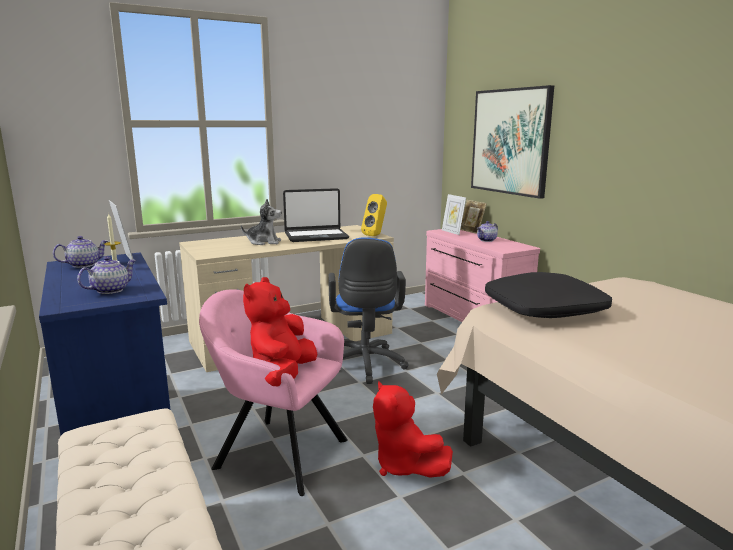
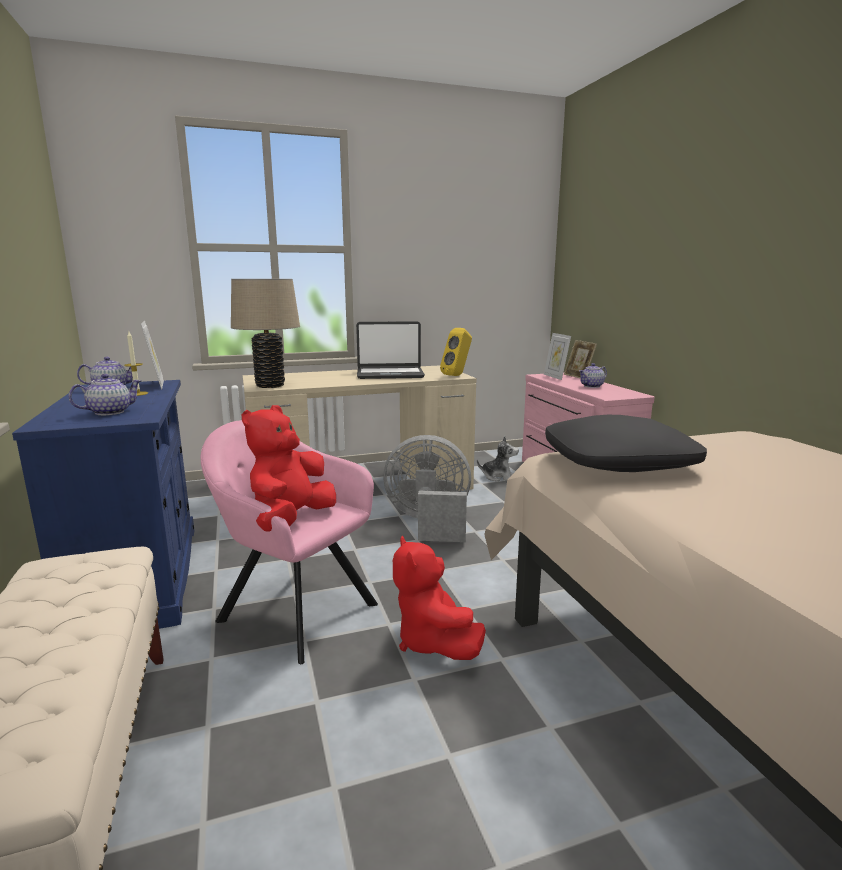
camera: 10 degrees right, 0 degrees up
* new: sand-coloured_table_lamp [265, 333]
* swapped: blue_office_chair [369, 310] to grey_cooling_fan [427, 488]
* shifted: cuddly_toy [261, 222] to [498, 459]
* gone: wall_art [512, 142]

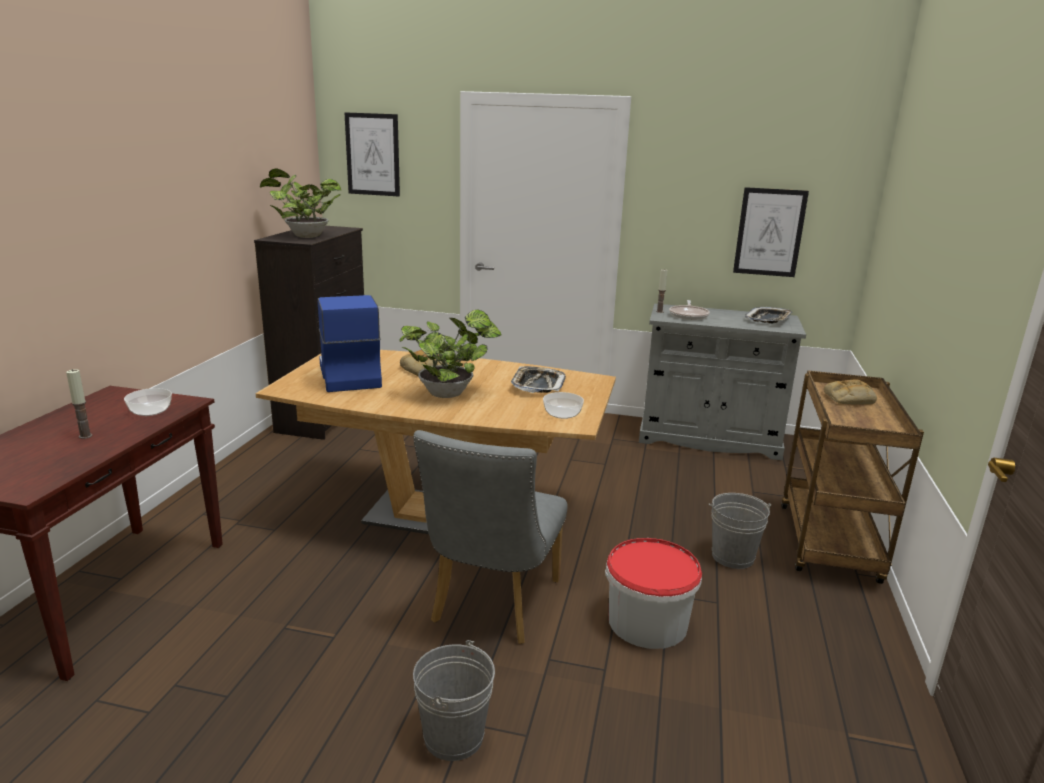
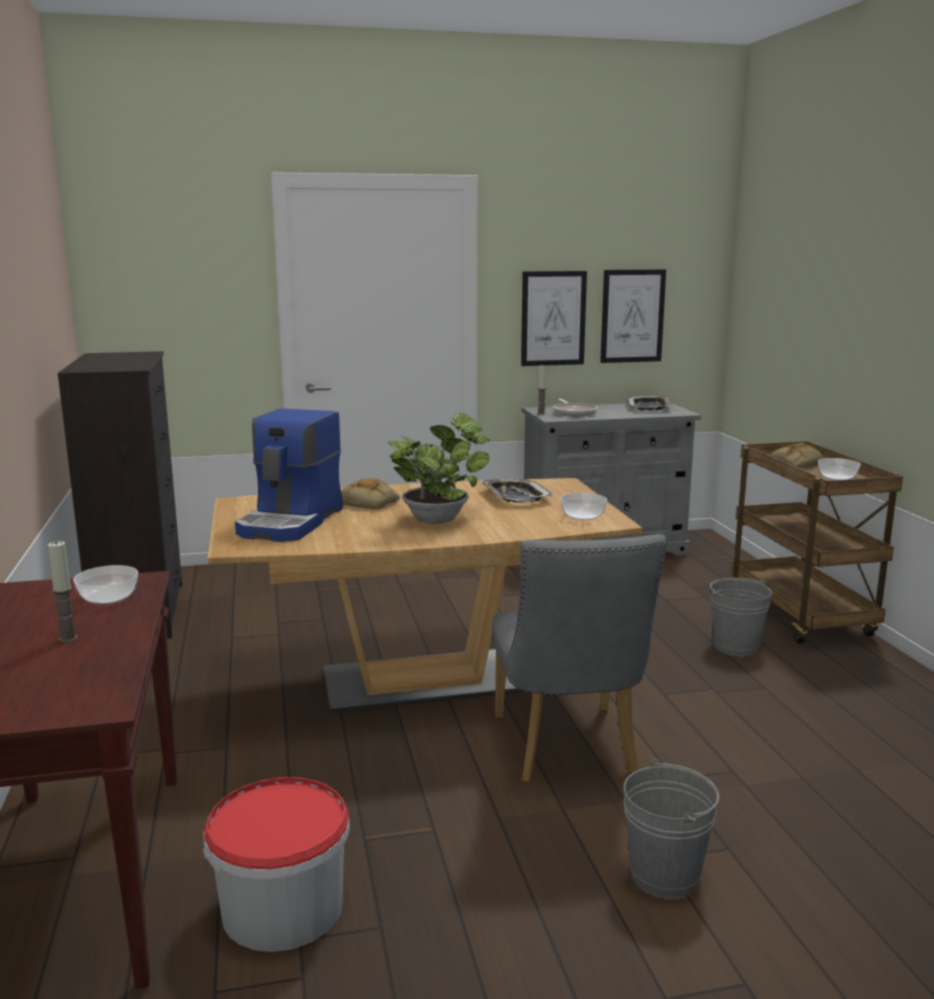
camera: 25 degrees left, 5 degrees down
* shifted: water_bucket [653, 593] to [277, 864]
* rotated: coffee_maker [350, 343] = [289, 475] 120 degrees counterclockwise
* shifted: wall_art [372, 154] to [554, 318]
* new: serving_bowl [839, 469]
* gone: potted_plant [300, 203]

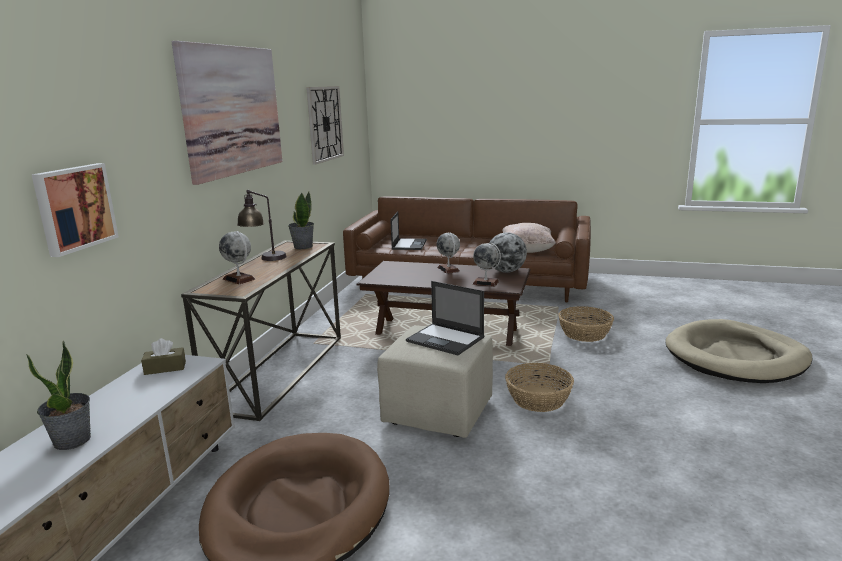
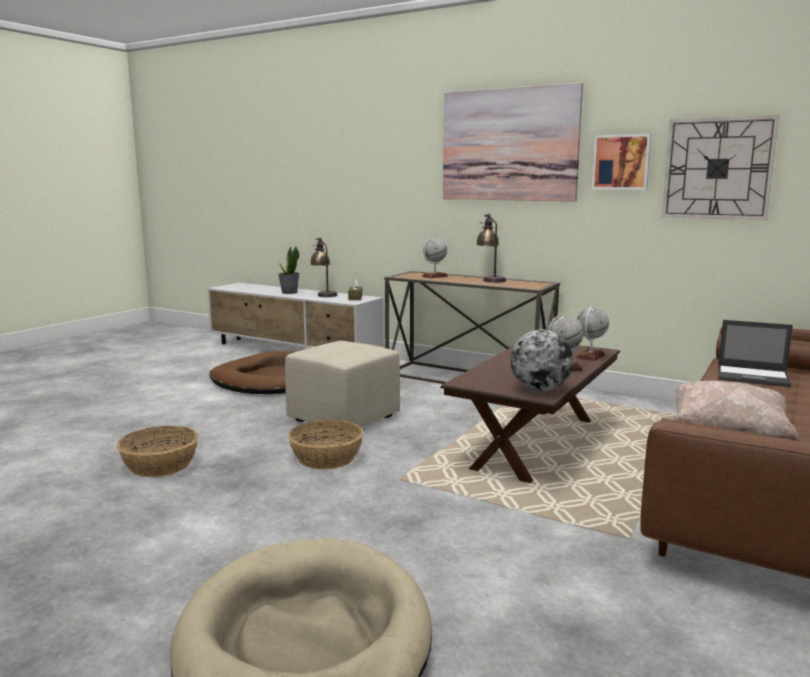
camera: 105 degrees right, 5 degrees down
* shifted: basket [586, 324] to [158, 451]
* new: table_lamp [324, 267]
* shifted: desk_globe [487, 264] to [592, 334]
* shifted: wall_art [75, 210] to [622, 162]
* gone: potted_plant [301, 220]
* gone: laptop [445, 318]

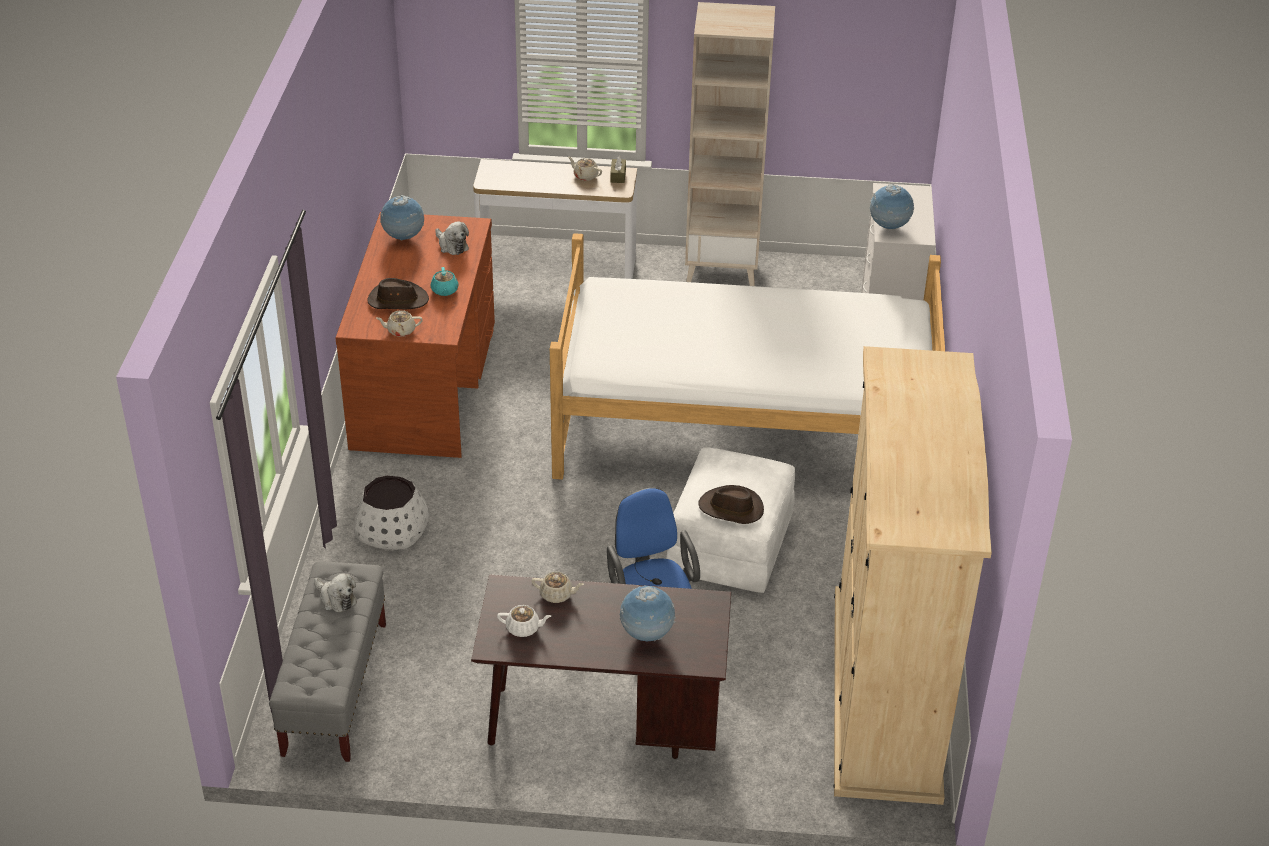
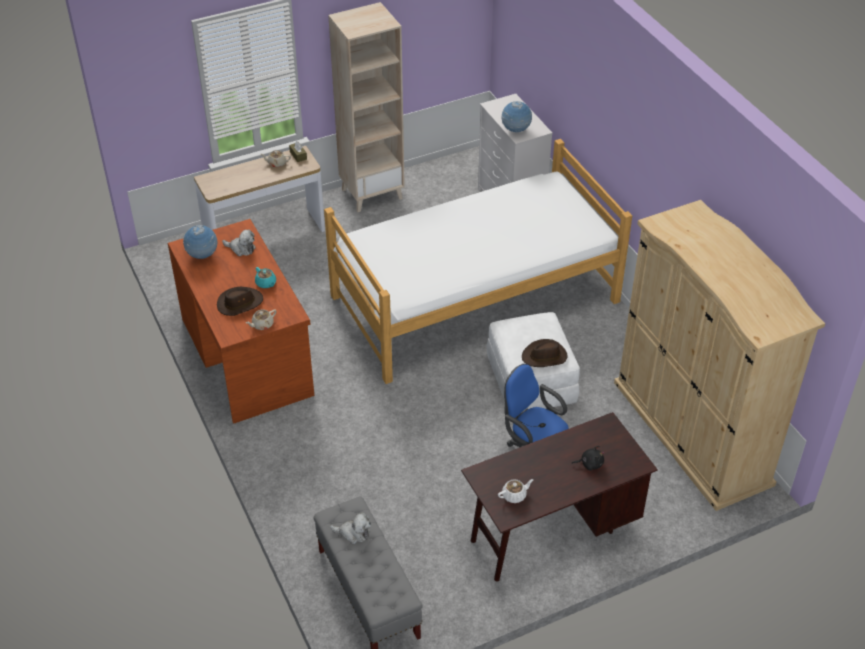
camera: 30 degrees left, 5 degrees up
* swapped: desk_globe [647, 613] to black-coloured_cuddly_toy [588, 458]
* gone: white-coloured_flower_pot [391, 513]
* gone: sand-coloured_tea_pot [557, 587]

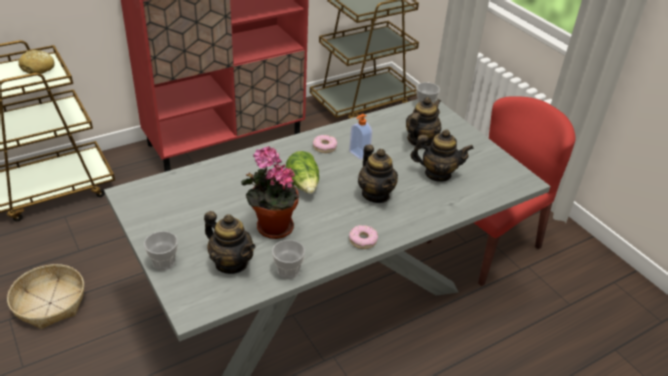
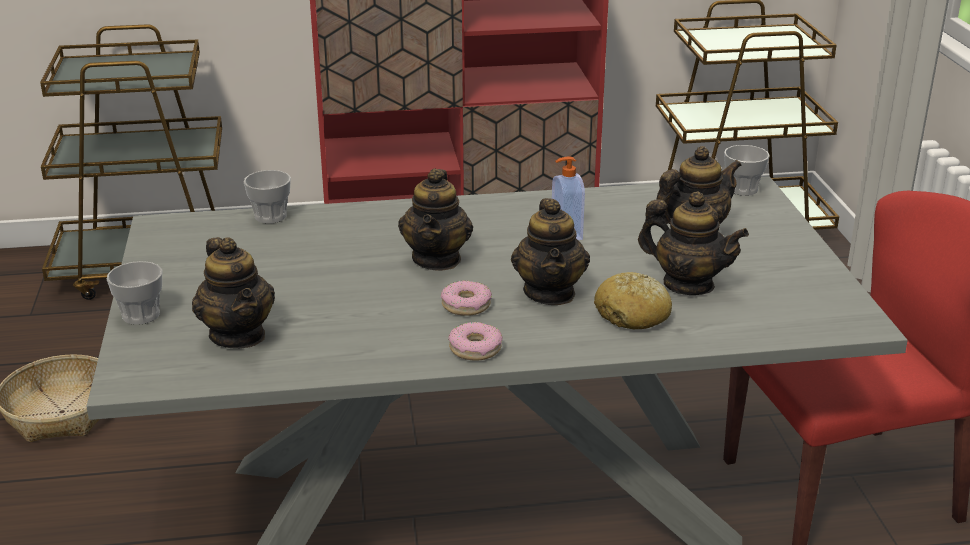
camera: 25 degrees right, 10 degrees down
* shifted: cup [288, 259] to [267, 196]
* swapped: lettuce_head [302, 172] to tea_pot [435, 219]
* shifted: donut [325, 144] to [466, 298]
* shifted: bread [36, 62] to [633, 300]
* gone: potted_plant [270, 192]

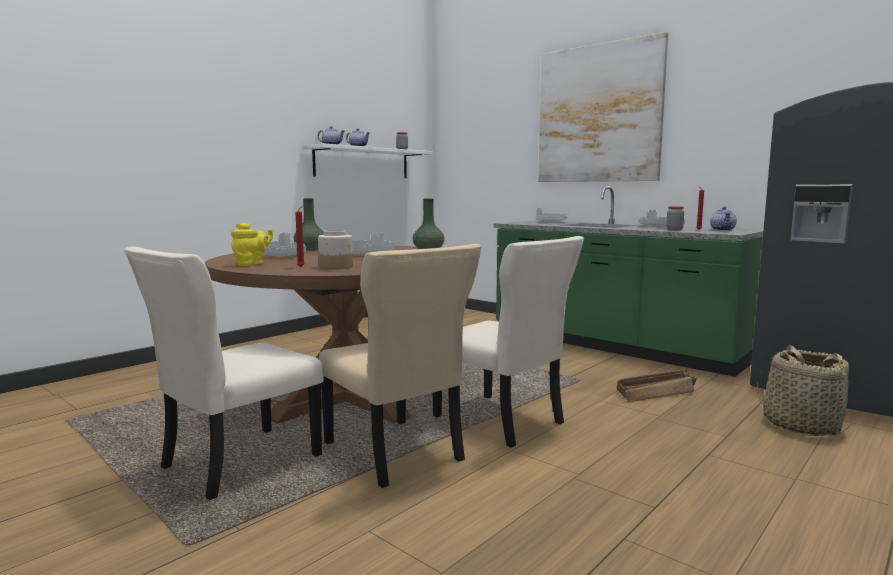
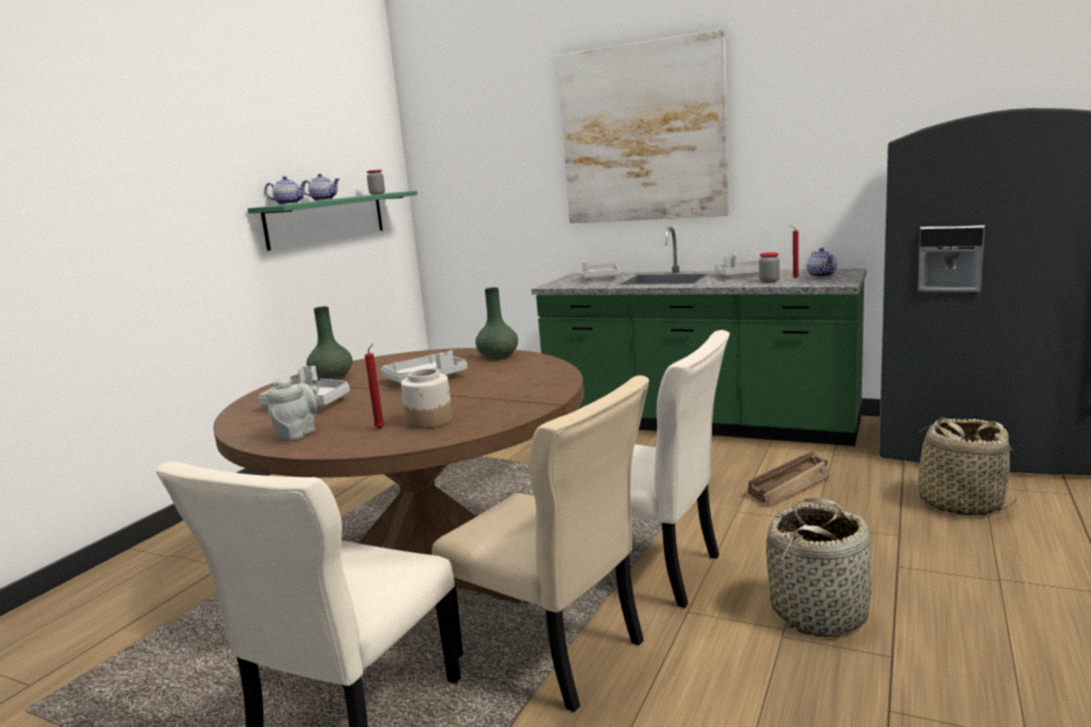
camera: 15 degrees left, 5 degrees up
* repainted: white-coloured_shelf [368, 160] to green_shelf [333, 221]
* repainted: yellow_tea_pot [252, 244] to grey_tea_pot [292, 408]
* new: basket [819, 567]

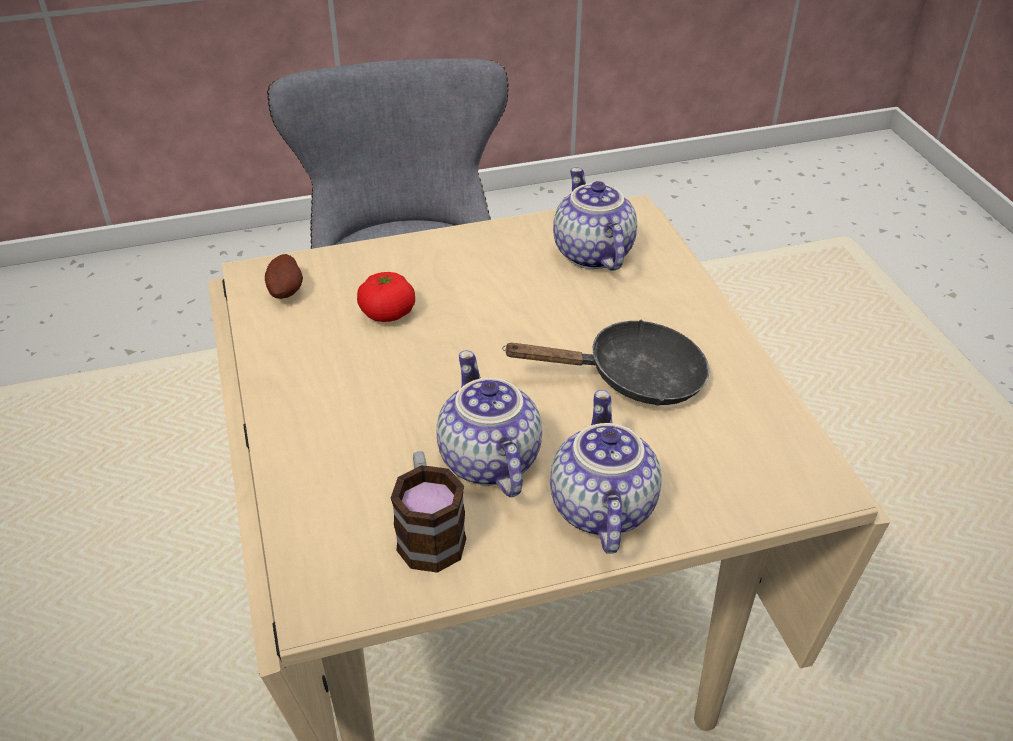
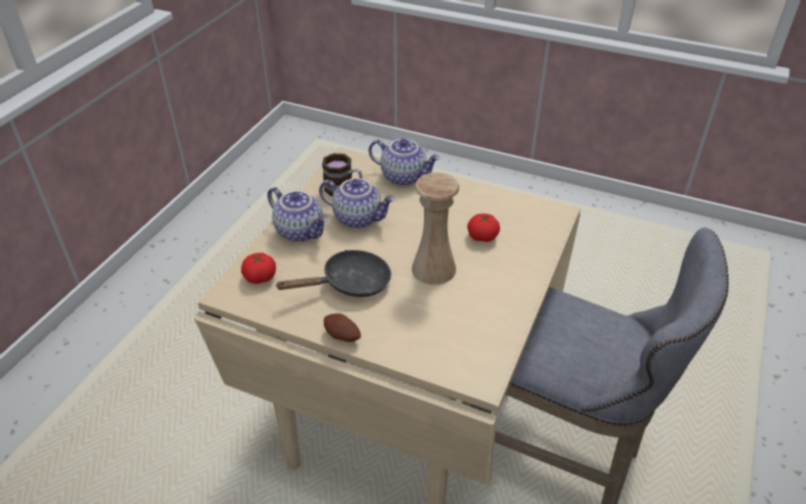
camera: 130 degrees right, 0 degrees up
* new: fresh_tomato [258, 268]
* rotated: black-coloured_skillet [605, 362] = [333, 273] 150 degrees counterclockwise
* shifted: potato [284, 276] to [342, 327]
* shifted: tea_pot [595, 219] to [404, 162]
* new: sand-coloured_decorative_vase [435, 229]

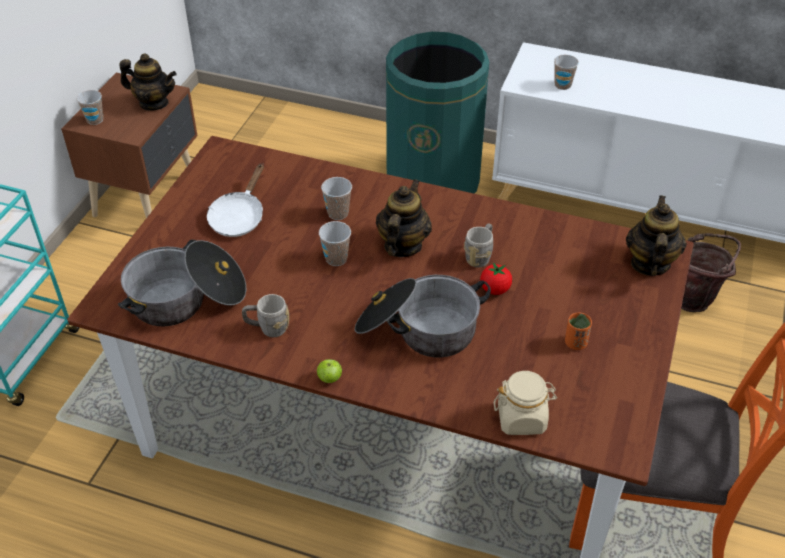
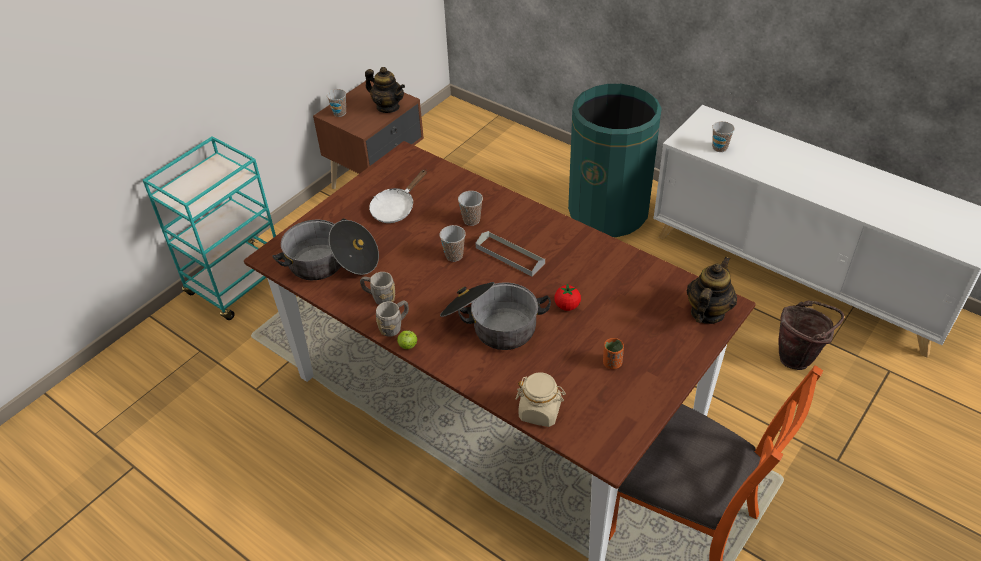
camera: 20 degrees right, 0 degrees up
* shifted: grey_mug [478, 245] to [392, 319]
* swapped: tea_pot [404, 218] to grey_tray [510, 254]

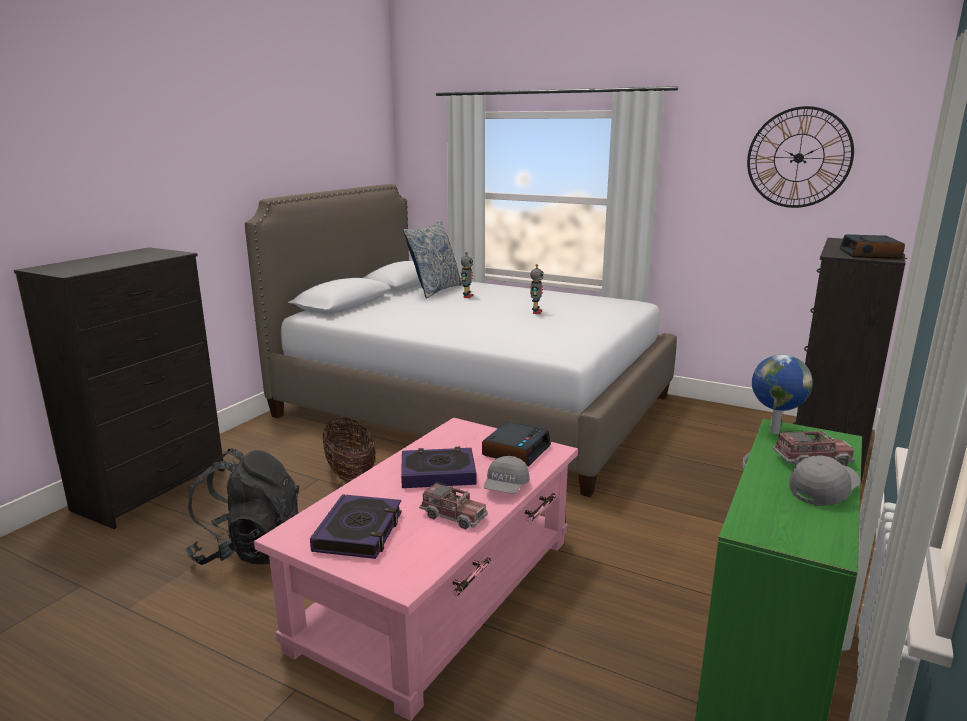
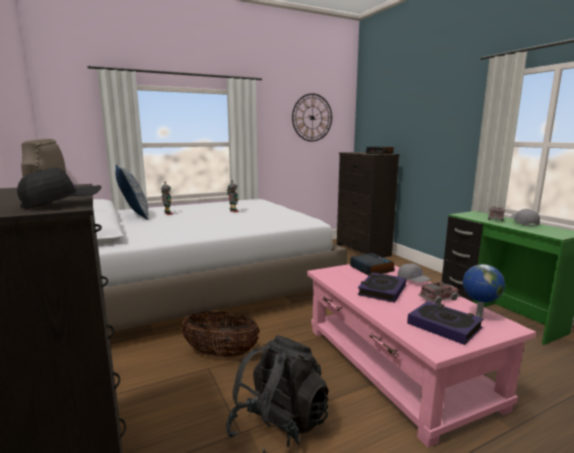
camera: 55 degrees left, 5 degrees down
* new: black-coloured_peaked_cap [59, 188]
* shifted: desk_globe [782, 394] to [484, 291]

